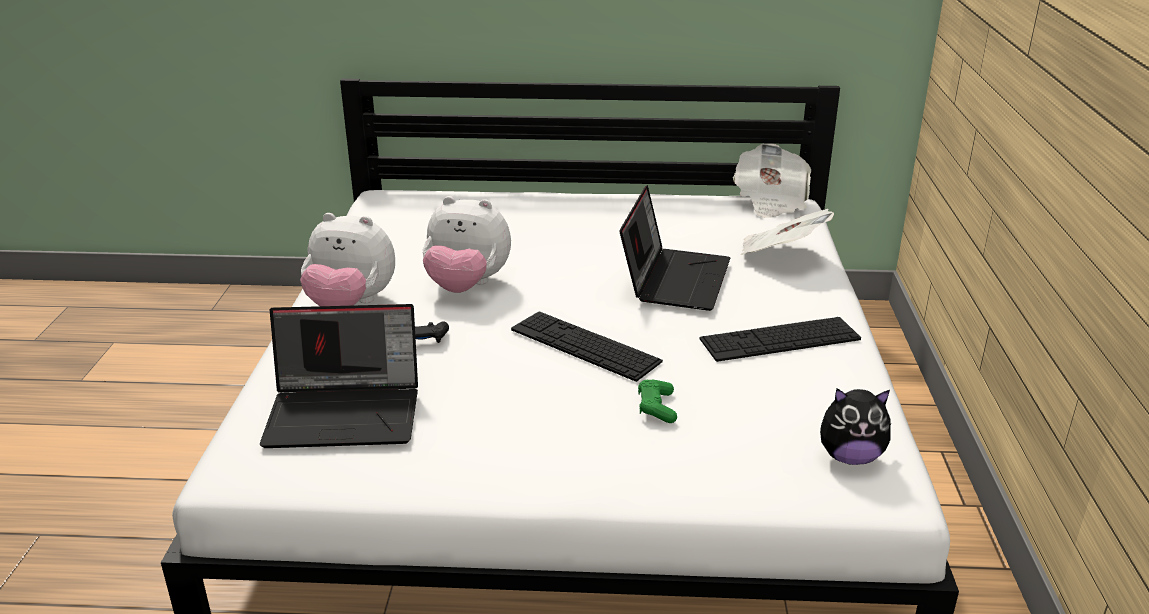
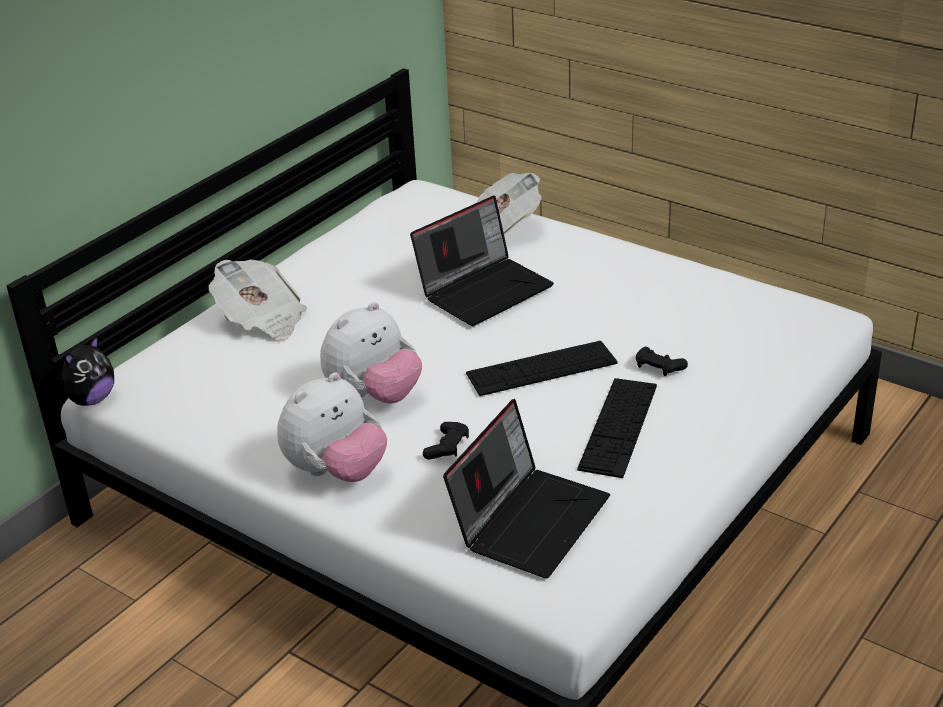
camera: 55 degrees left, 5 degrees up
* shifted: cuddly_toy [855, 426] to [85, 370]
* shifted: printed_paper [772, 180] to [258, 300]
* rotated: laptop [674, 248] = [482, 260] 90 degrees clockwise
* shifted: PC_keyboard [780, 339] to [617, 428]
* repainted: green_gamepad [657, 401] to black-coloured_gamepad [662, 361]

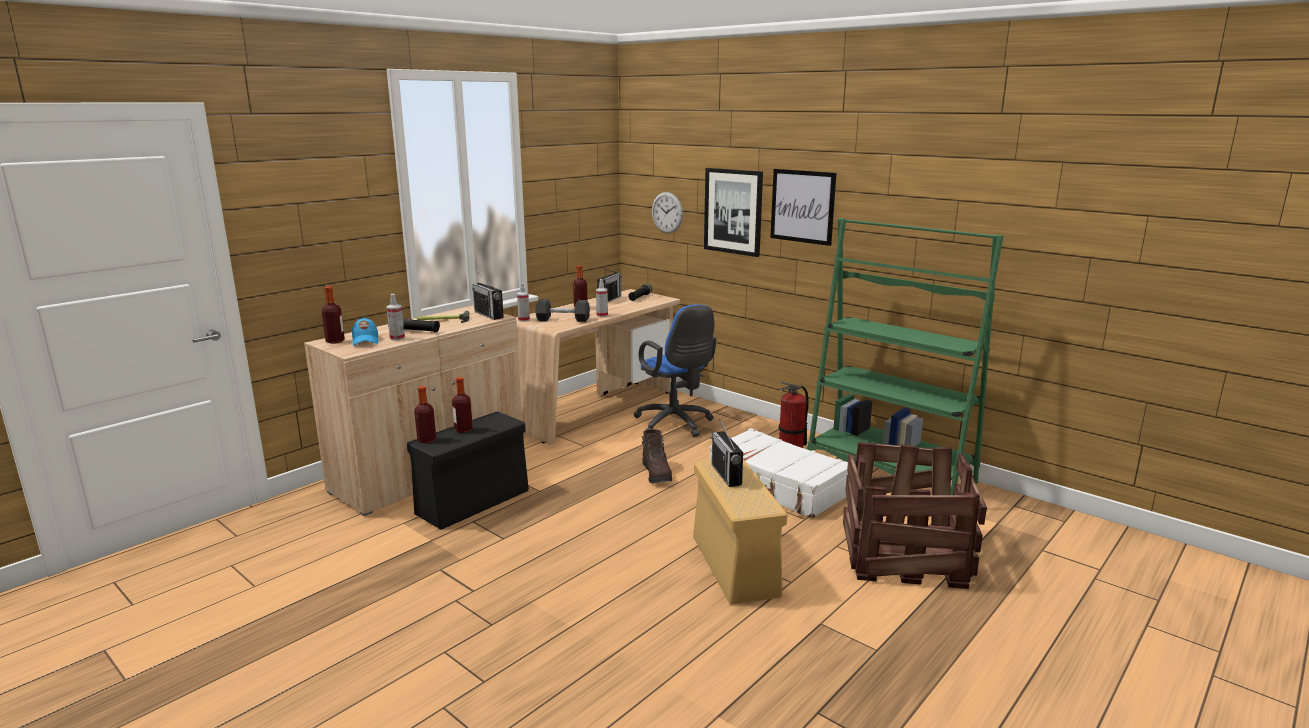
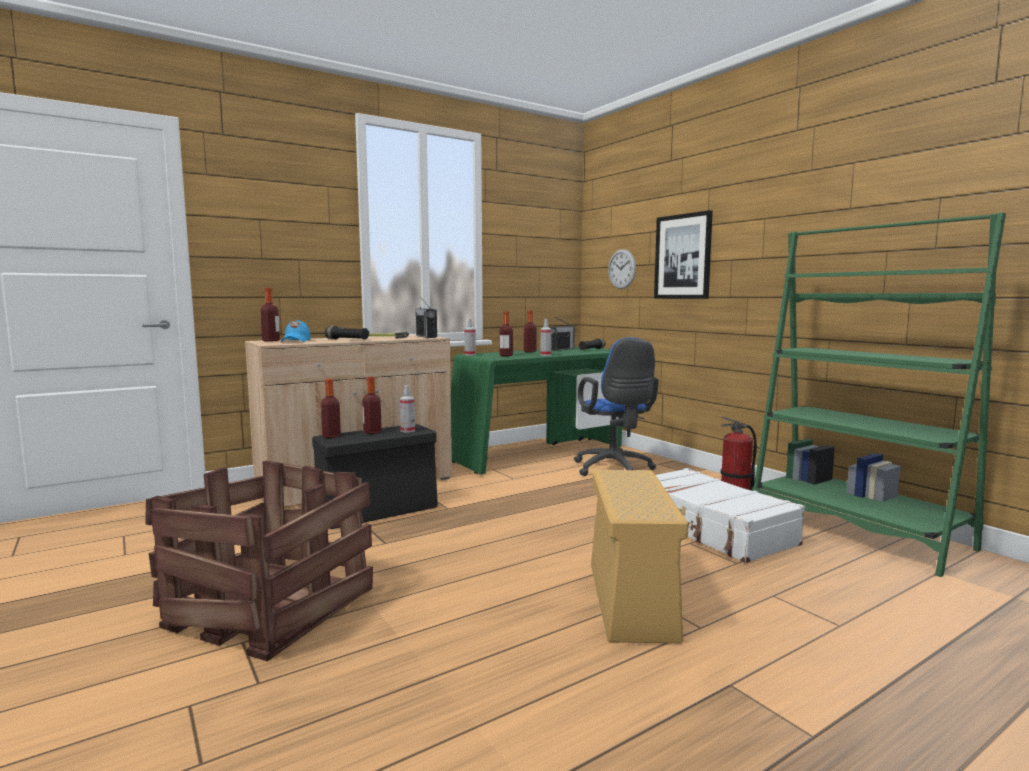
camera: 15 degrees right, 10 degrees down
* shifted: packing_crate [915, 515] to [259, 560]
* shifted: sprayer [395, 317] to [407, 409]
* repainted: sand-coloured_desk [598, 367] to green_desk [536, 410]
* swapped: black-coloured_hand_weight [562, 310] to drink_bottle [506, 334]
* gone: brown-coloured_boot [657, 456]
* gone: radio_receiver [727, 453]
* gone: wall_art [803, 207]

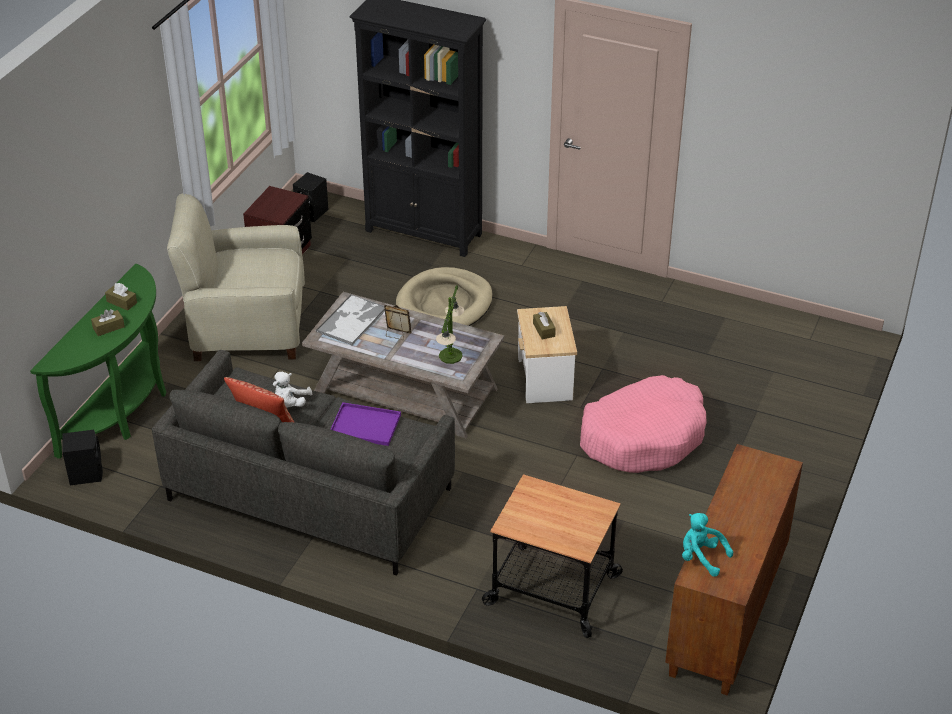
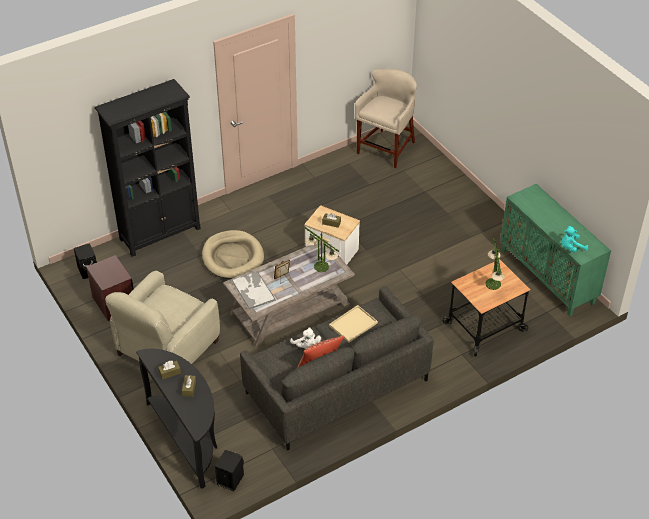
camera: 55 degrees left, 5 degrees up
* repainted: green_console_table [98, 361] to black-coloured_console_table [176, 419]
* repainted: purplish_tray [365, 424] to sand-coloured_tray [353, 324]
* new: sand-coloured_stool_seat [386, 118]
* new: table_lamp [495, 264]
* repainted: brown-coloured_cabinet [734, 570] to green_cabinet [555, 250]
* gone: pink-coloured_dog_bed [643, 424]

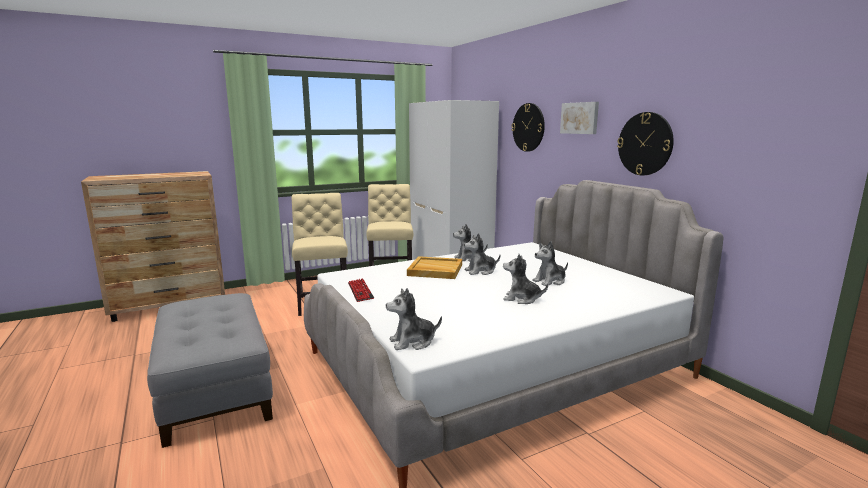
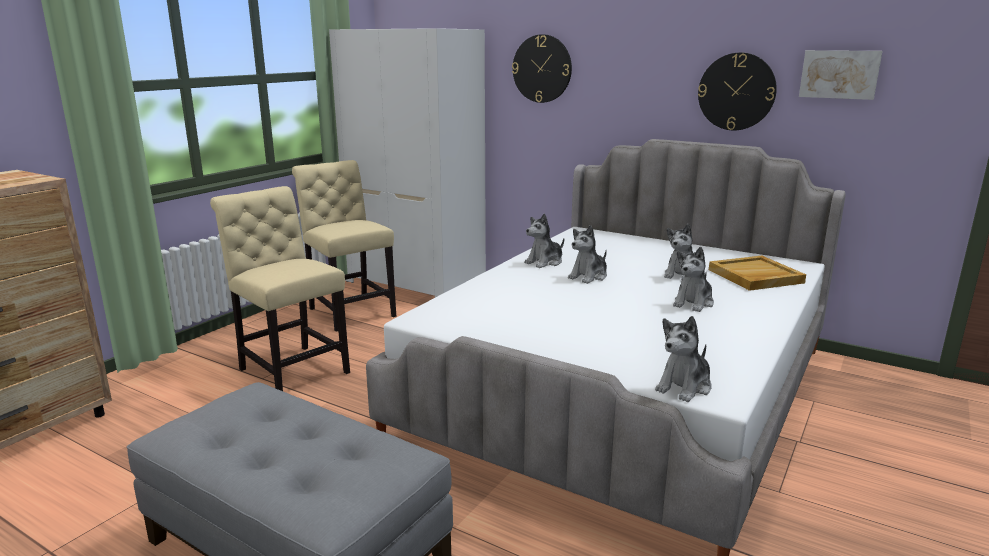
camera: 30 degrees left, 5 degrees up
* rotated: cuddly_toy [525, 279] = [693, 279] 45 degrees counterclockwise
* shifted: sand-coloured_tray [434, 267] to [757, 273]
* shifted: wall_art [579, 118] to [840, 75]
* gone: PC_keyboard [361, 290]

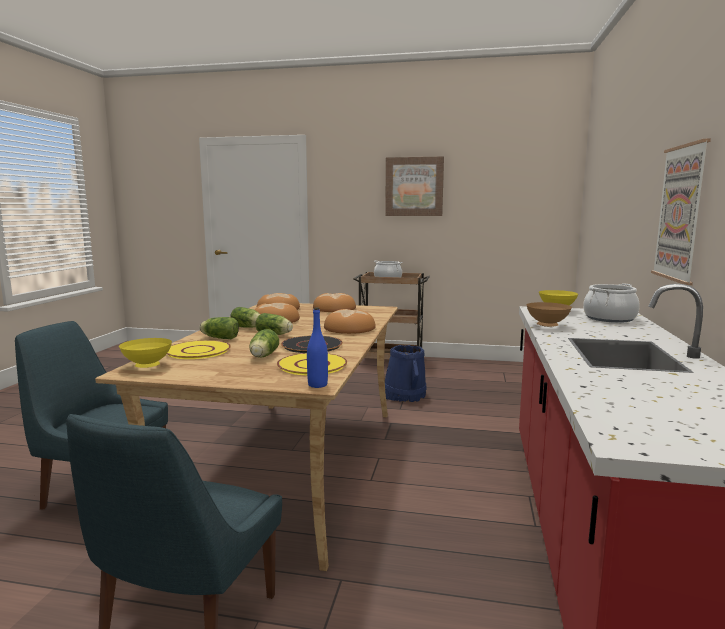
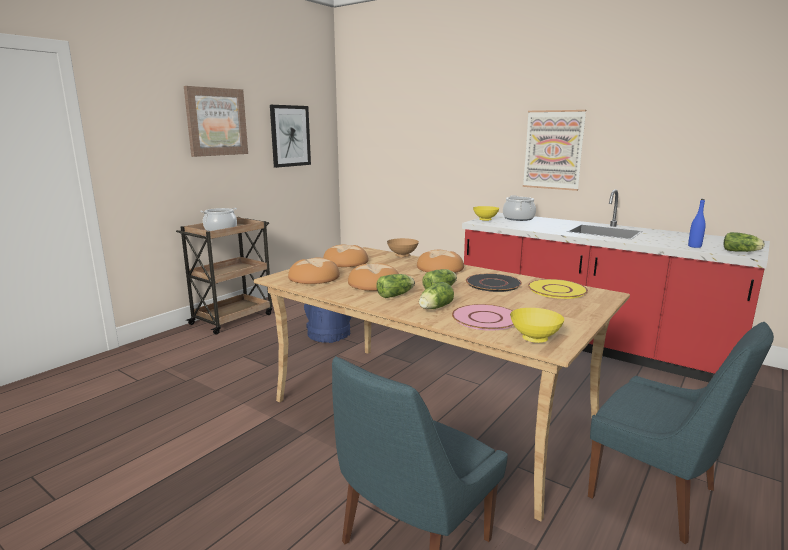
camera: 65 degrees left, 5 degrees up
* new: wall_art [290, 136]
* shifted: brown-coloured_serving_bowl [549, 314] to [403, 247]
* repainted: yellow_flat_dish [199, 349] to pink-coloured_flat_dish [483, 317]
* shifted: blue_drink_bottle [317, 348] to [697, 223]
* shifted: lettuce_head [264, 343] to [744, 242]

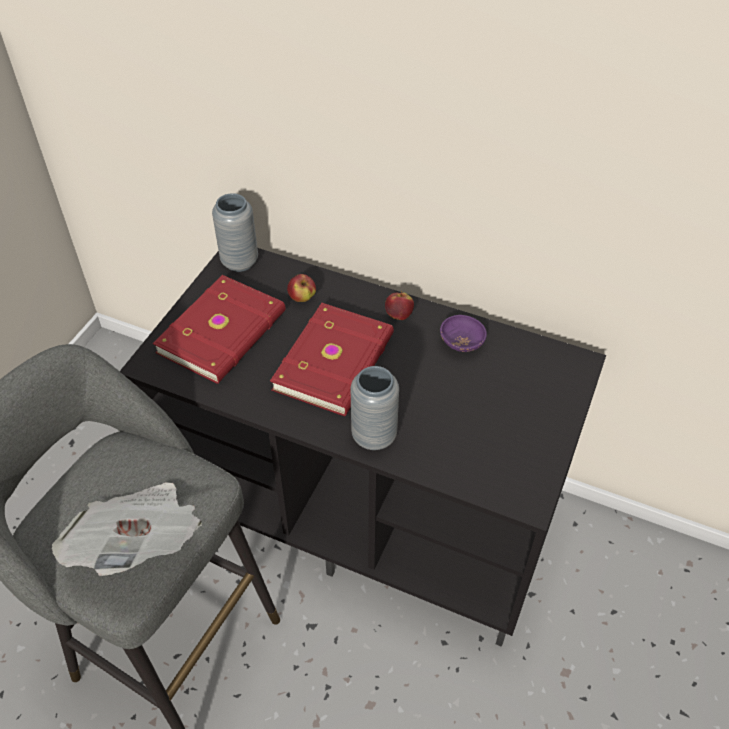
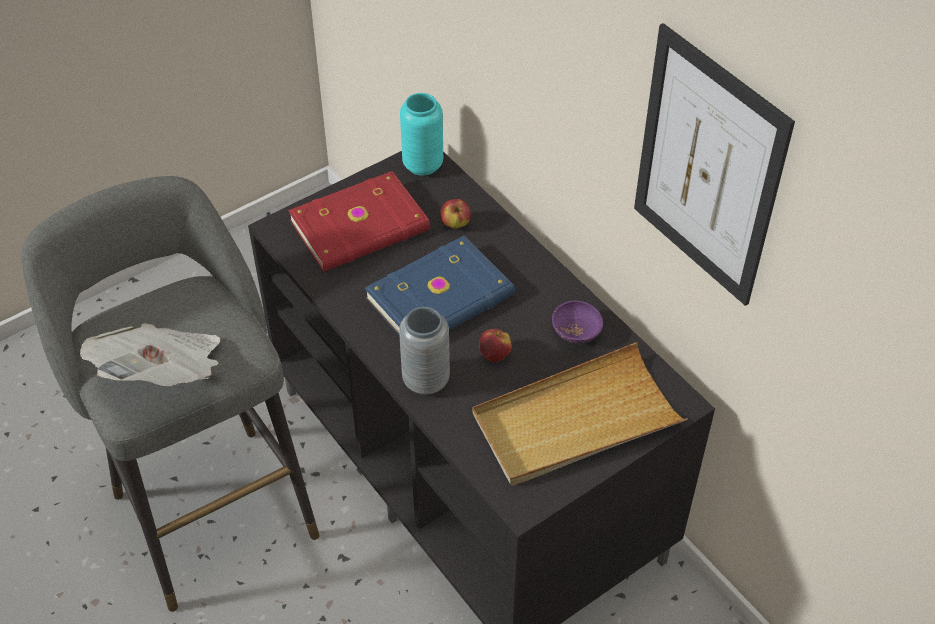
camera: 30 degrees right, 0 degrees up
* repainted: red_volume [332, 359] to blue_volume [440, 285]
* repainted: grey_decorative_vase [235, 232] to turquoise-coloured_decorative_vase [421, 134]
* new: sand-coloured_tray [579, 413]
* shifted: whole_apple [399, 305] to [495, 345]
* new: wall_art [714, 164]

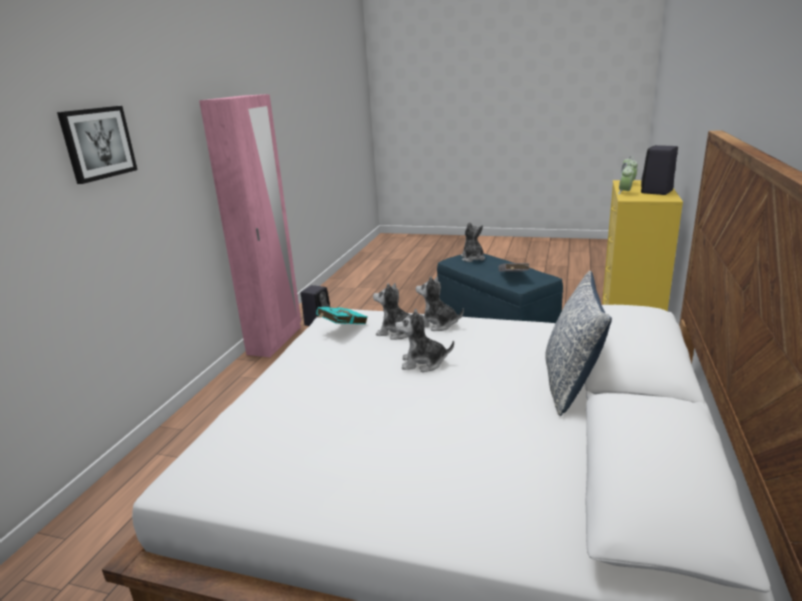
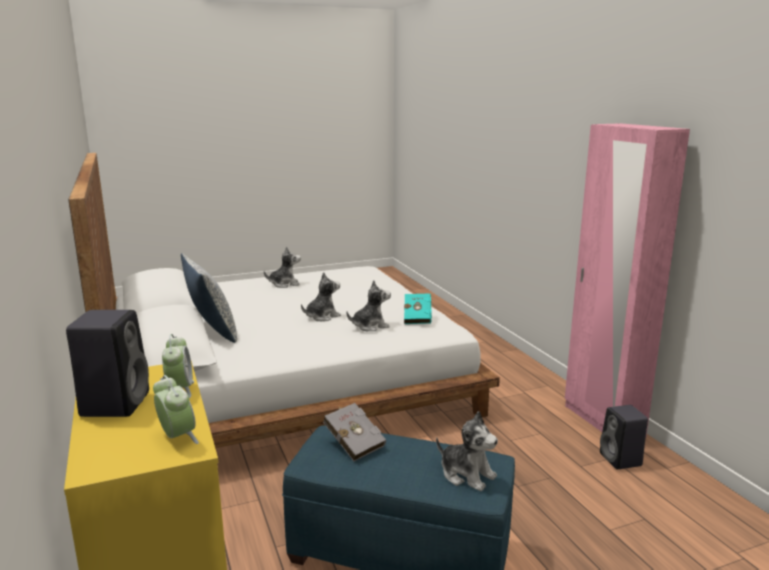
camera: 140 degrees right, 5 degrees down
* shifted: cuddly_toy [440, 303] to [282, 267]
* gone: wall_art [97, 145]

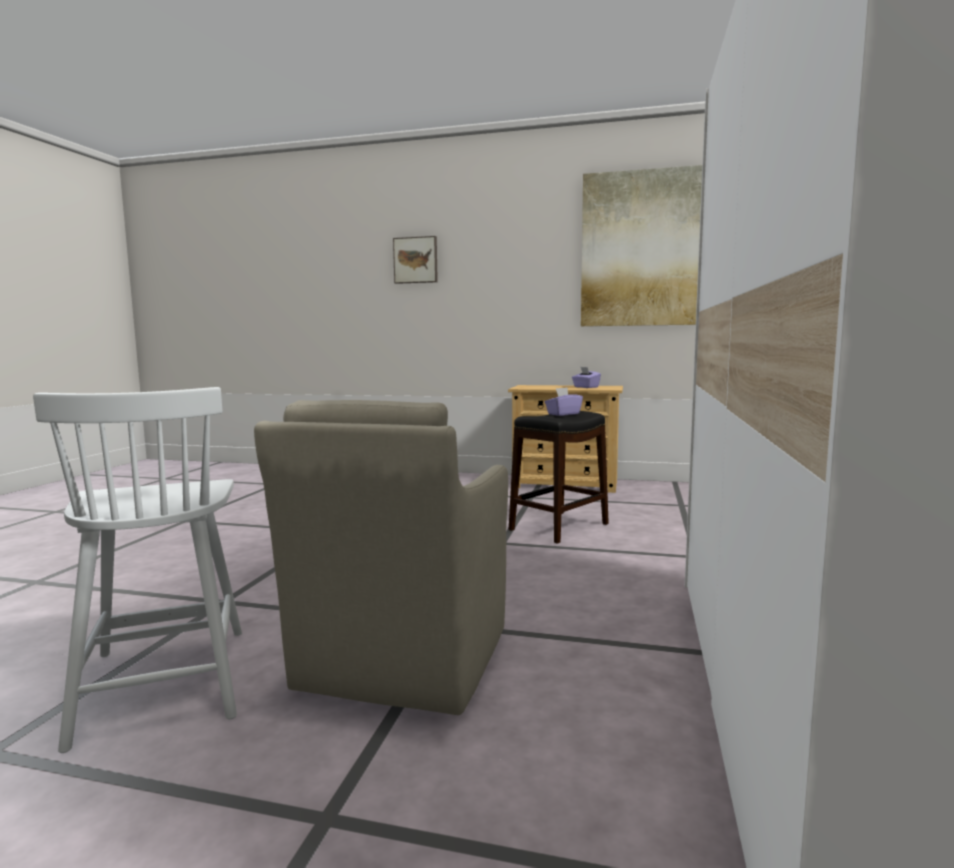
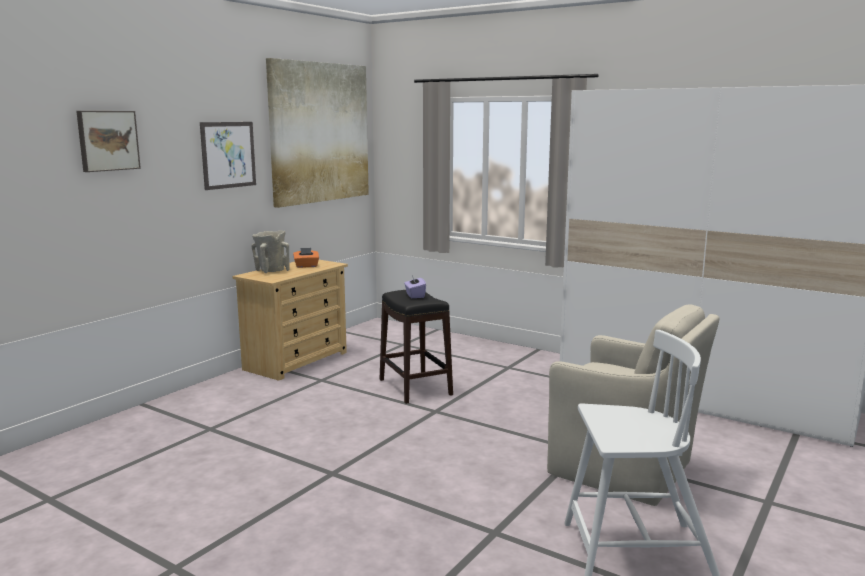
camera: 70 degrees left, 5 degrees up
* new: wall_art [228, 156]
* new: sand-coloured_decorative_vase [271, 251]
* repainted: purplish_tissue_holder [586, 377] to orangey_tissue_holder [306, 258]

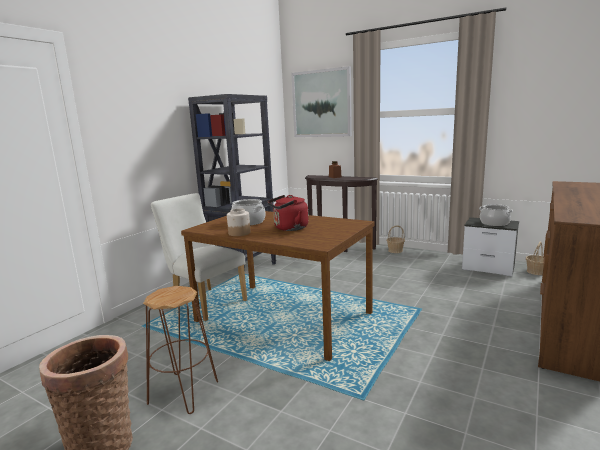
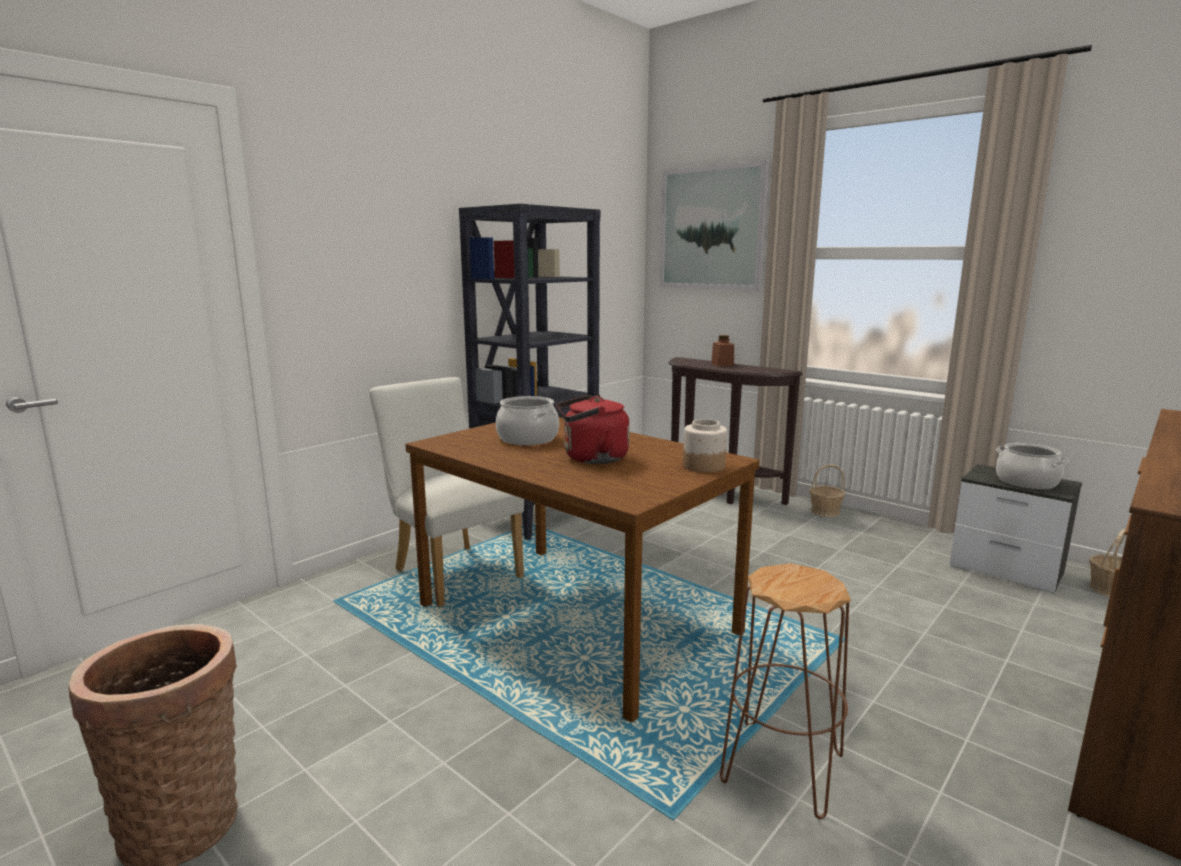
camera: 10 degrees right, 0 degrees up
* shifted: jar [238, 222] to [705, 446]
* shifted: brown-coloured_stool_seat [180, 350] to [785, 691]

